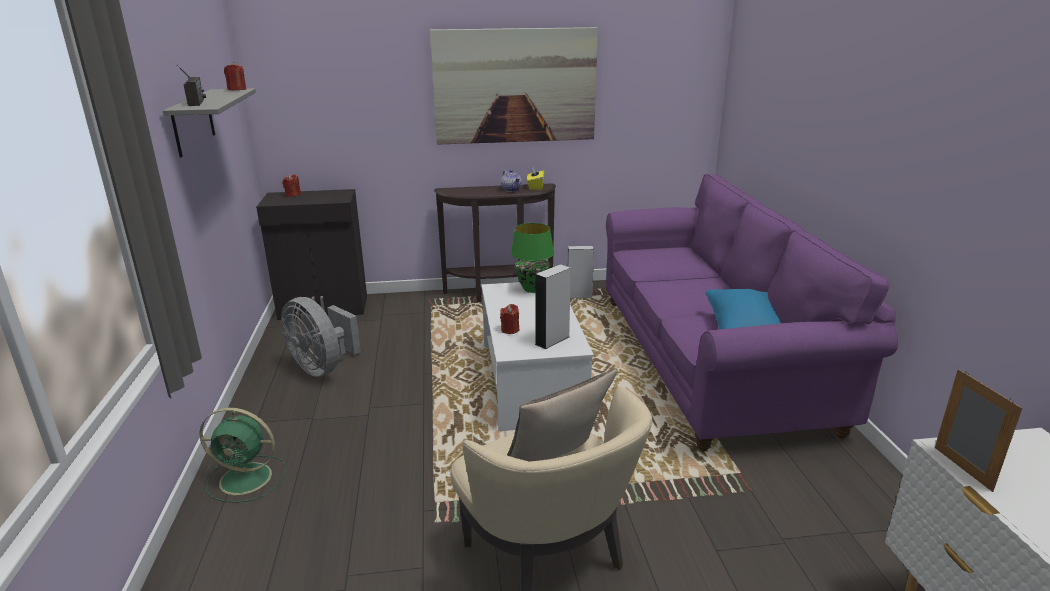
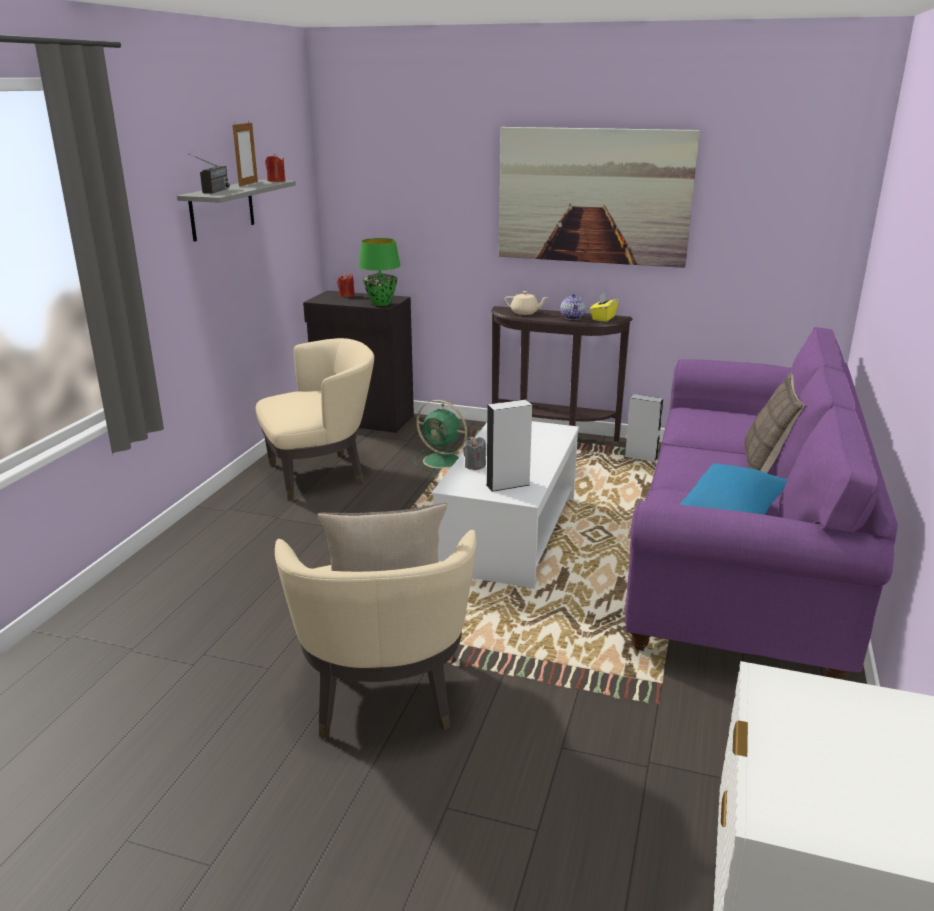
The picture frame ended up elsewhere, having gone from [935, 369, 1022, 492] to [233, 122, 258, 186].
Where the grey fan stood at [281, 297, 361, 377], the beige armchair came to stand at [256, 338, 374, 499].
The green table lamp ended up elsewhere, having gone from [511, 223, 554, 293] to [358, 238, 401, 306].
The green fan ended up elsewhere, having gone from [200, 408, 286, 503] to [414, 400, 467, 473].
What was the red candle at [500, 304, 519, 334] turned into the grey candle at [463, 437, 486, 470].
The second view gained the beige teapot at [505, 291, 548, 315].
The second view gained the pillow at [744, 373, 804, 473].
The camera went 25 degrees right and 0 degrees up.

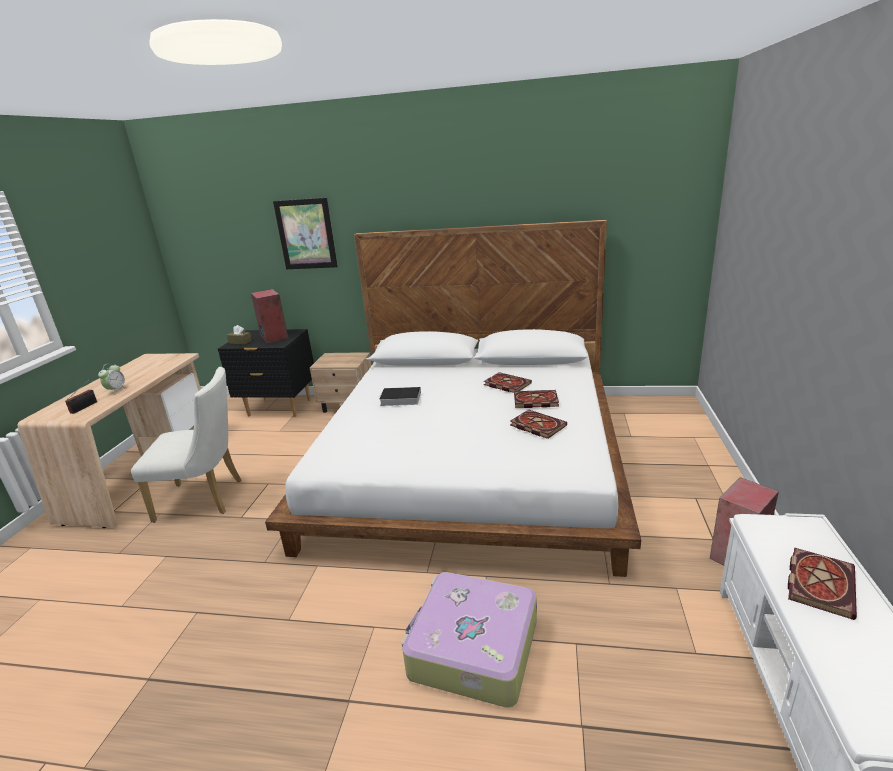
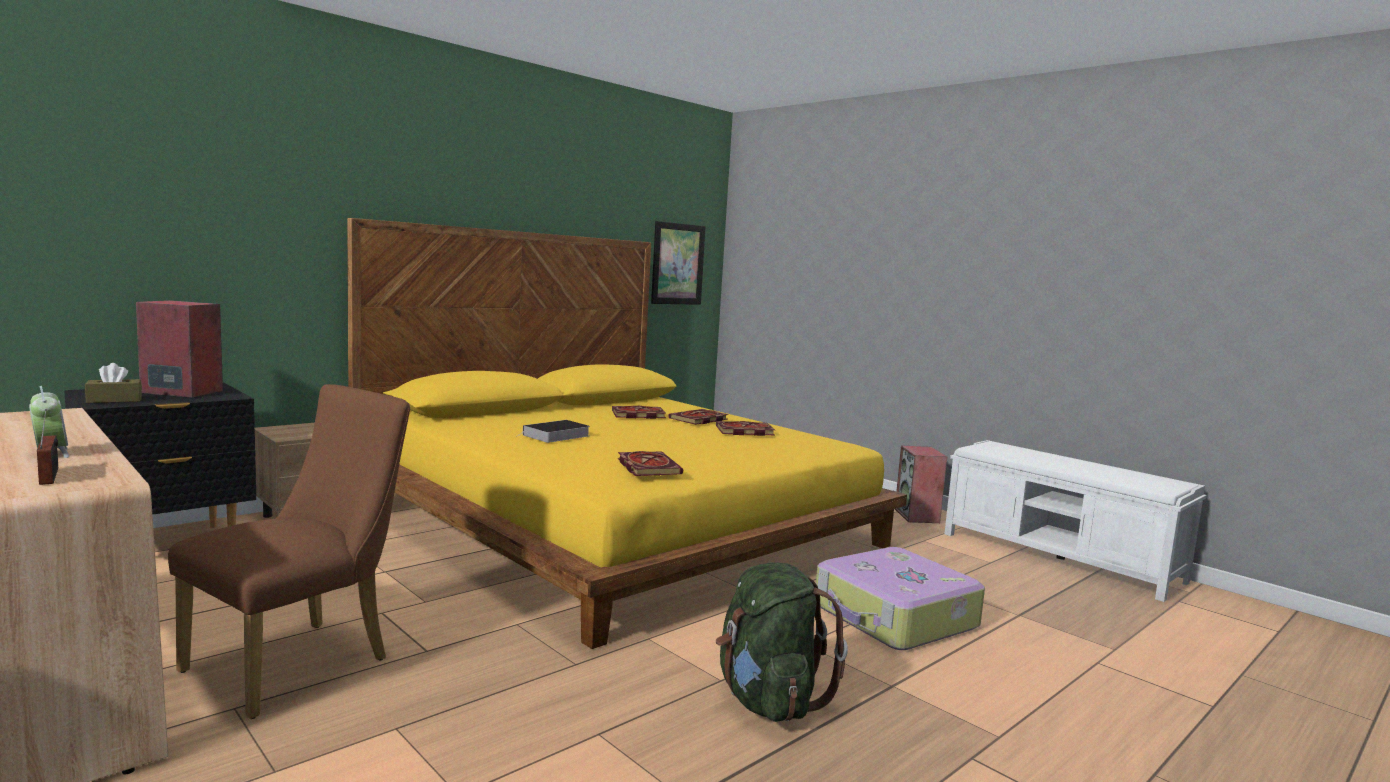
What was the white chair at [131, 367, 242, 523] turned into the brown chair at [168, 384, 410, 719].
What was the white bed at [265, 220, 641, 577] turned into the yellow bed at [347, 218, 907, 649].
The book ended up elsewhere, having gone from [788, 548, 857, 620] to [618, 451, 683, 476].
The picture ended up elsewhere, having gone from [273, 197, 338, 269] to [651, 221, 706, 305].
The second view gained the green backpack at [716, 562, 848, 722].
The camera went 55 degrees left and 15 degrees down.

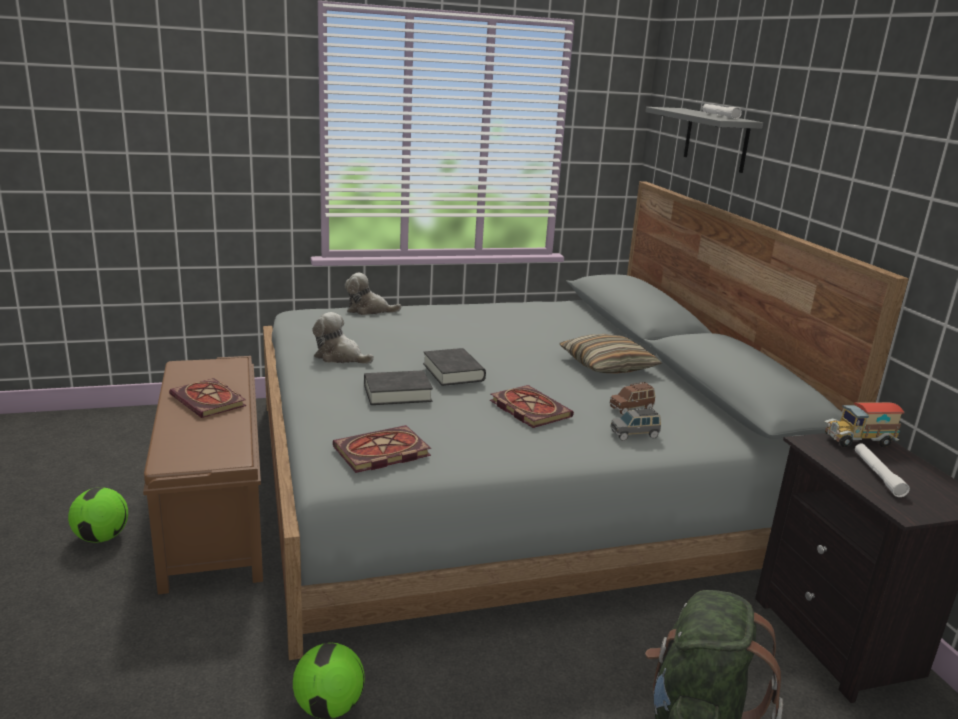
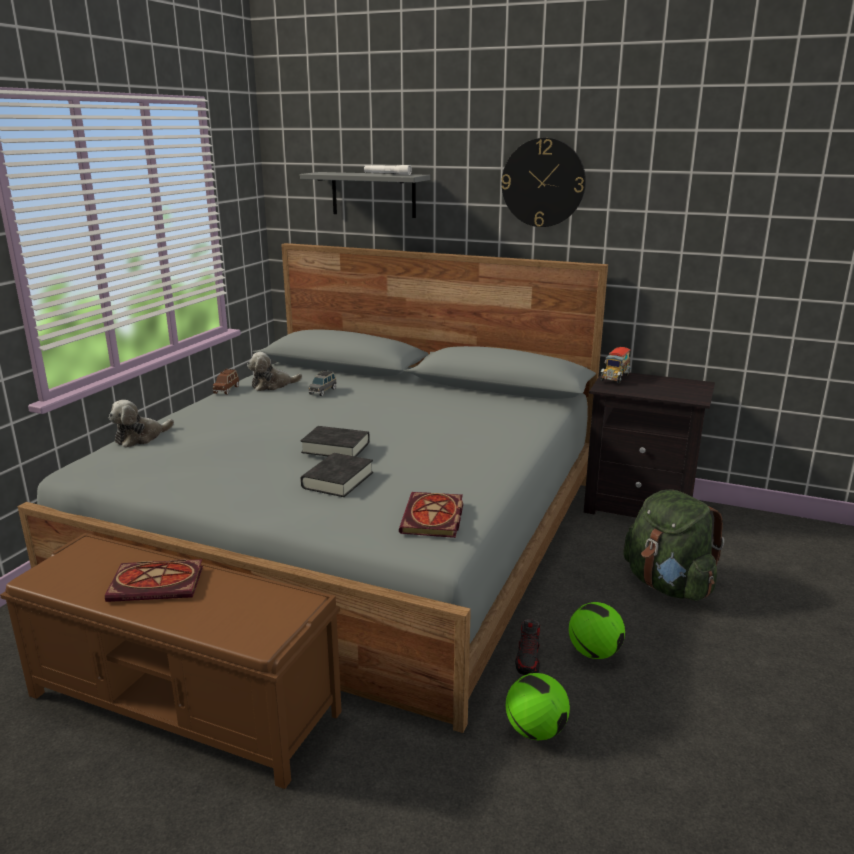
The brown toy car ended up elsewhere, having gone from [609, 382, 655, 415] to [213, 369, 239, 394].
The plush toy ended up elsewhere, having gone from [312, 312, 374, 364] to [247, 352, 302, 391].
The grey toy car ended up elsewhere, having gone from [610, 407, 661, 441] to [308, 370, 337, 396].
The second view gained the wall clock at [502, 138, 586, 227].
The second view gained the shoe at [515, 619, 540, 675].
The football ended up elsewhere, having gone from [68, 487, 128, 543] to [569, 602, 625, 659].
The second view lost the book at [490, 385, 574, 428].
The second view lost the pillow at [560, 334, 662, 374].
The second view lost the white flashlight at [855, 443, 910, 497].
The camera went 50 degrees left and 0 degrees up.

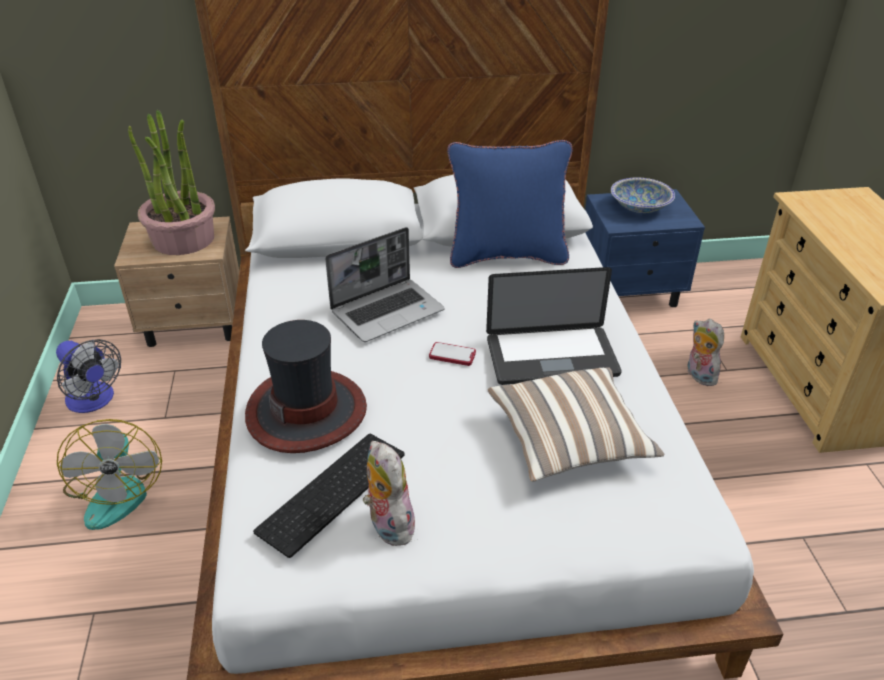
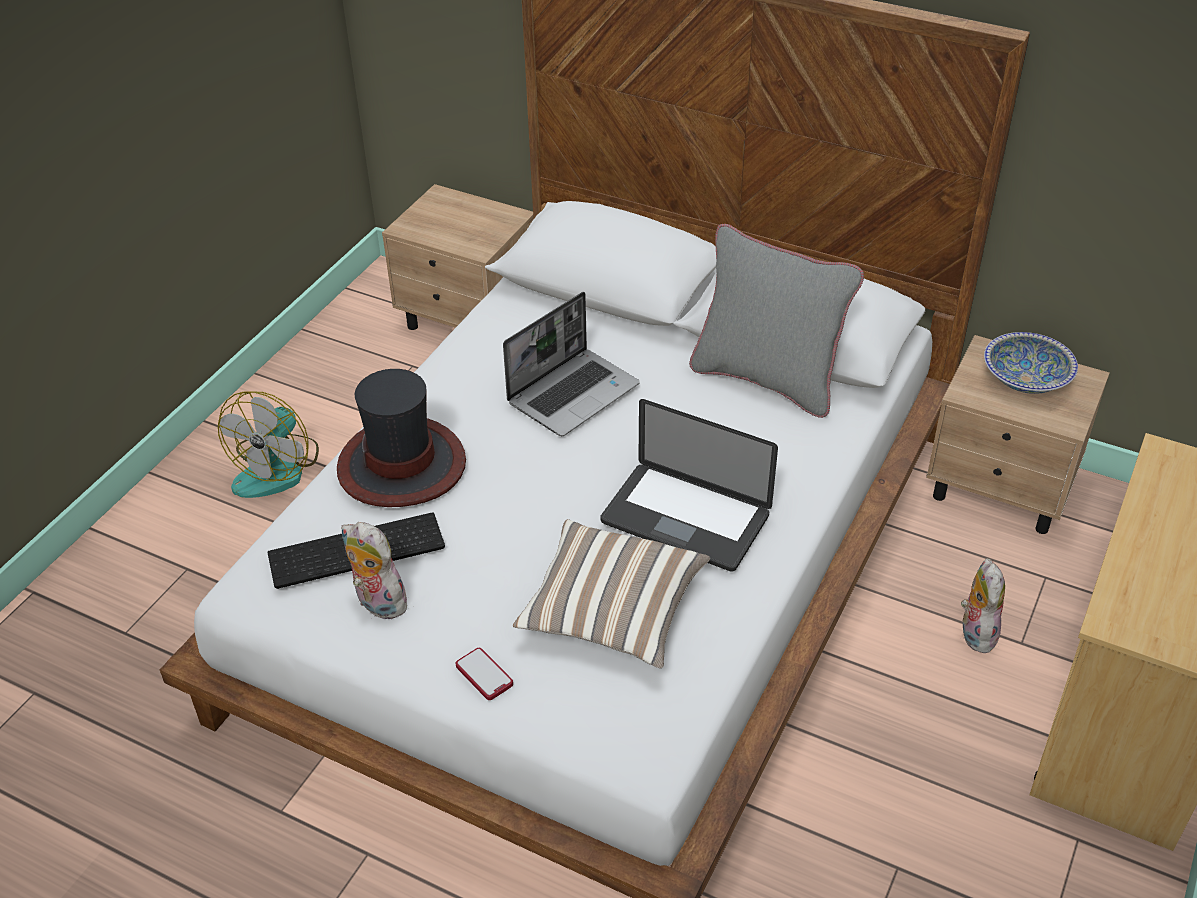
The plush toy at [362, 441, 417, 546] ended up facing another way, 60 degrees counterclockwise from before.
The phone ended up elsewhere, having gone from [429, 342, 476, 366] to [456, 648, 513, 700].
The laptop at [325, 227, 444, 342] ended up facing another way, 45 degrees counterclockwise from before.
What was the blue pillow at [448, 140, 573, 268] turned into the grey pillow at [689, 224, 864, 418].
What was the blue nightstand at [585, 189, 705, 307] turned into the beige nightstand at [926, 335, 1110, 534].
The second view lost the fan at [56, 339, 121, 413].
The second view lost the potted plant at [128, 110, 215, 255].
The camera went 35 degrees right and 5 degrees up.

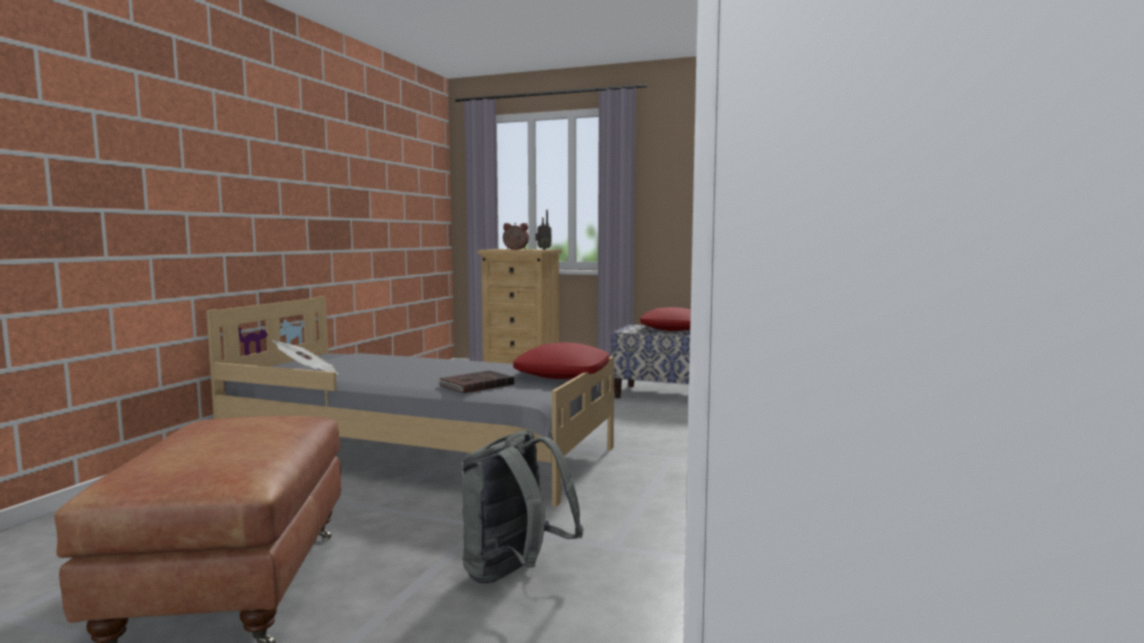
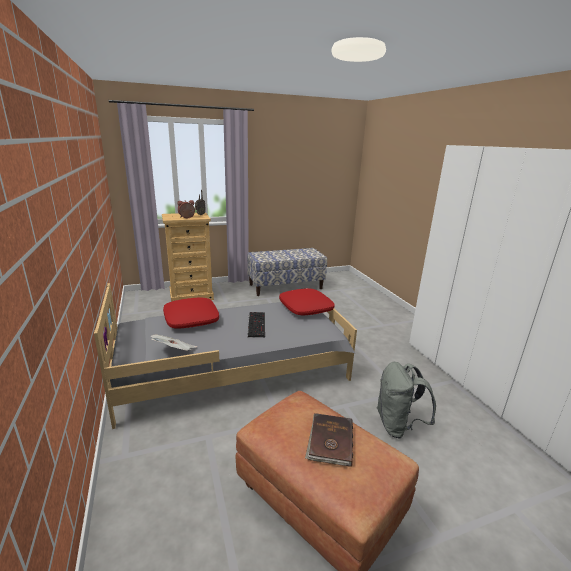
The red pillow ended up elsewhere, having gone from [640, 307, 691, 331] to [163, 297, 219, 328].
The second view gained the keyboard at [247, 312, 265, 337].
The brown book ended up elsewhere, having gone from [438, 370, 514, 393] to [305, 413, 353, 467].
The camera went 40 degrees left and 15 degrees up.

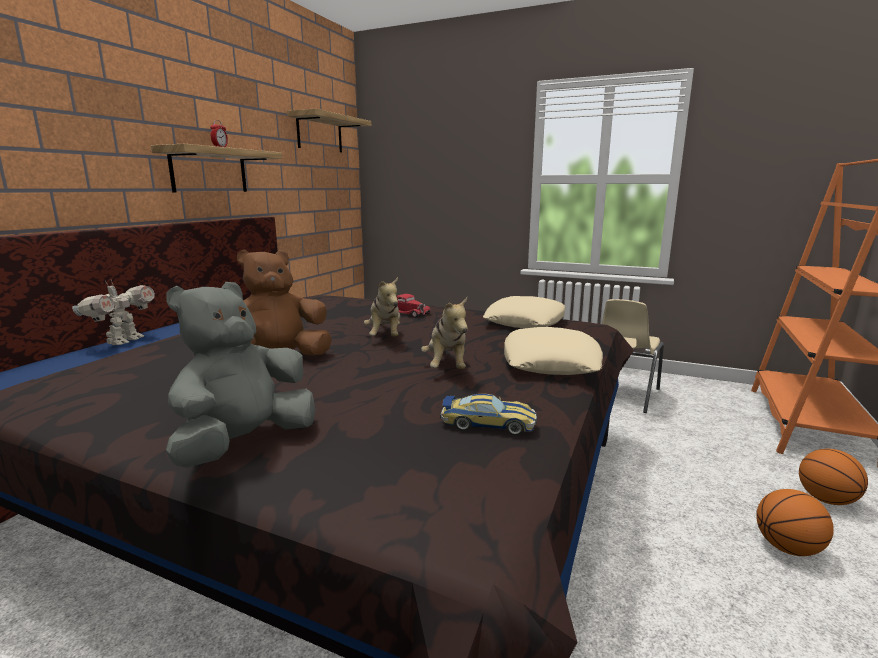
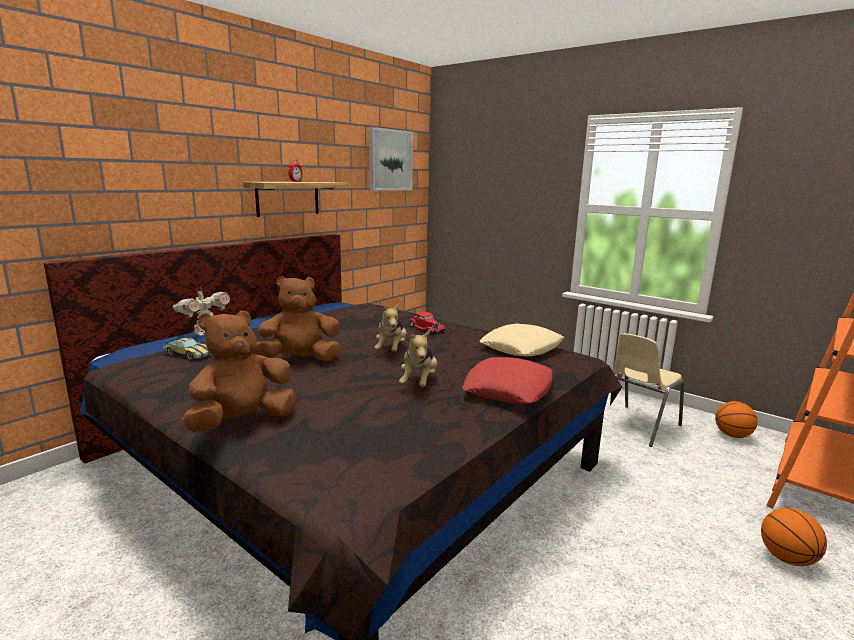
The toy car ended up elsewhere, having gone from [440, 394, 537, 435] to [163, 338, 211, 360].
What was the grey plush toy at [166, 282, 315, 468] turned into the brown plush toy at [182, 310, 296, 432].
Where the shelf hung at [287, 108, 371, 152], the picture came to hang at [369, 127, 413, 191].
What was the beige pillow at [504, 327, 603, 375] turned into the red pillow at [462, 357, 553, 404].
The basketball ended up elsewhere, having gone from [756, 489, 834, 556] to [715, 401, 758, 438].
The camera went 15 degrees right and 0 degrees up.

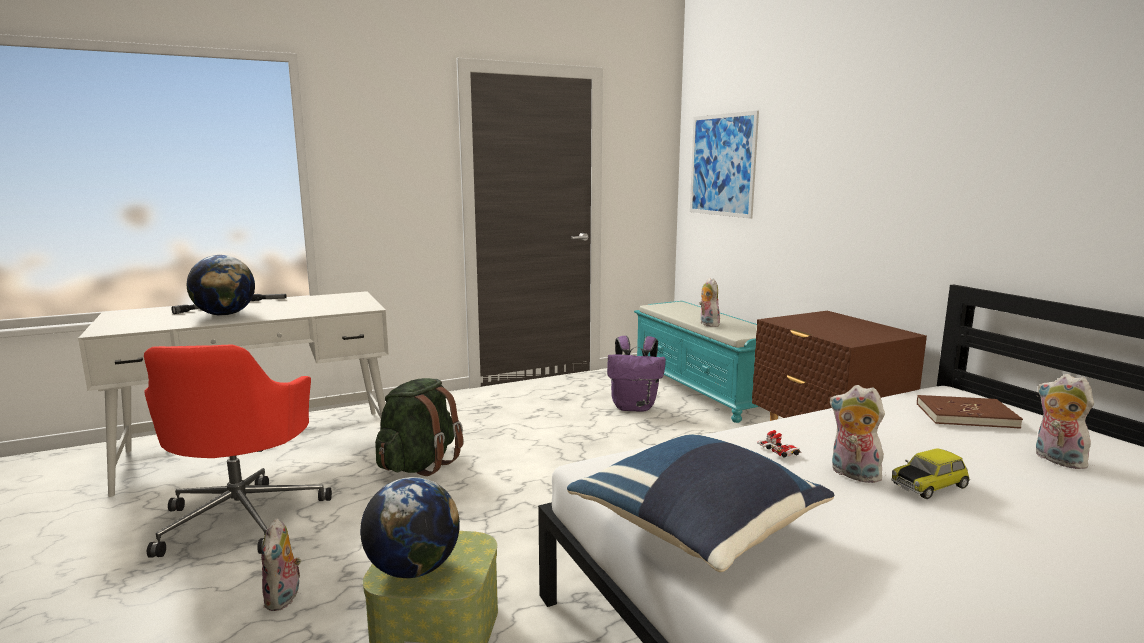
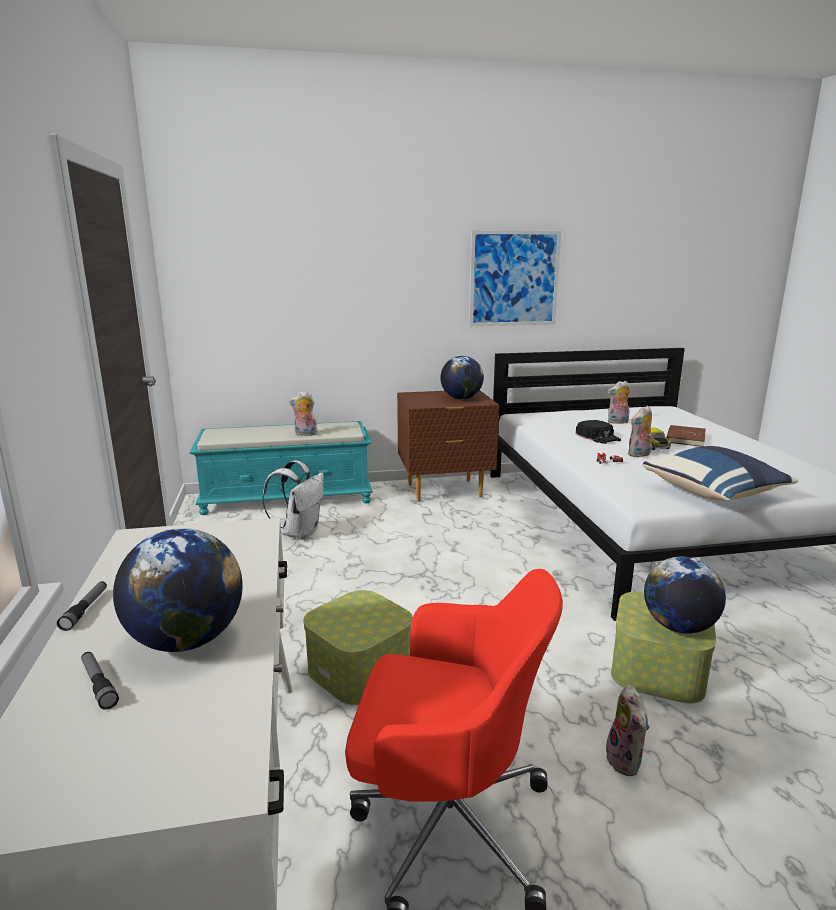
What was the purple backpack at [607, 336, 666, 411] turned into the white backpack at [262, 461, 324, 540].
Where the green backpack stood at [375, 378, 463, 476], the storage box came to stand at [303, 590, 413, 705].
The second view gained the globe at [440, 356, 484, 399].
The picture ended up elsewhere, having gone from [690, 110, 759, 219] to [469, 230, 561, 326].
The second view gained the black cap at [576, 420, 621, 444].
The plush toy at [261, 518, 301, 611] ended up facing another way, 75 degrees clockwise from before.
The brown book ended up elsewhere, having gone from [917, 395, 1023, 429] to [666, 425, 706, 447].
The camera went 75 degrees left and 5 degrees up.

